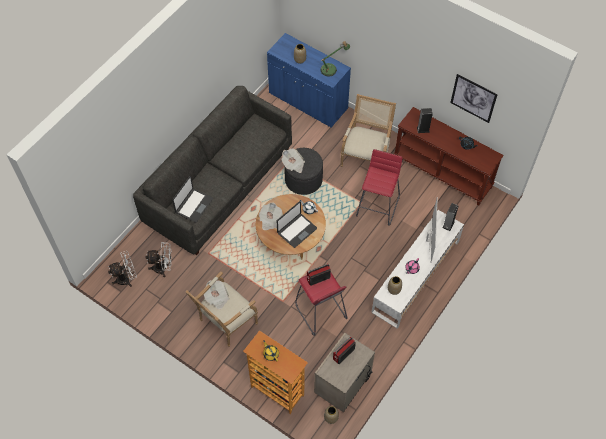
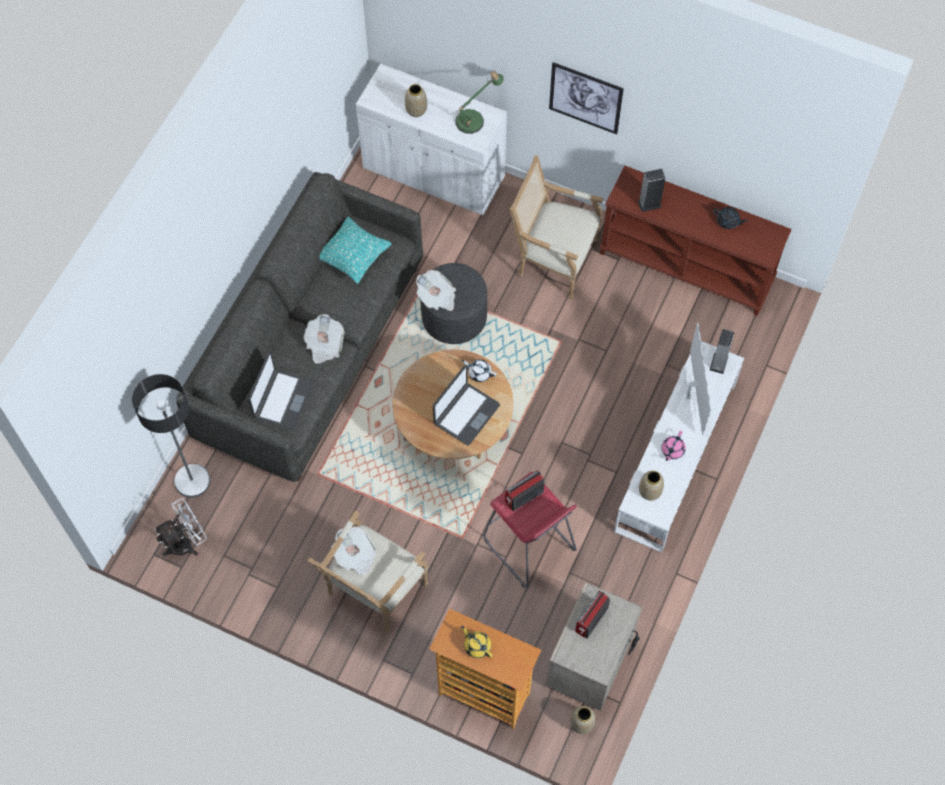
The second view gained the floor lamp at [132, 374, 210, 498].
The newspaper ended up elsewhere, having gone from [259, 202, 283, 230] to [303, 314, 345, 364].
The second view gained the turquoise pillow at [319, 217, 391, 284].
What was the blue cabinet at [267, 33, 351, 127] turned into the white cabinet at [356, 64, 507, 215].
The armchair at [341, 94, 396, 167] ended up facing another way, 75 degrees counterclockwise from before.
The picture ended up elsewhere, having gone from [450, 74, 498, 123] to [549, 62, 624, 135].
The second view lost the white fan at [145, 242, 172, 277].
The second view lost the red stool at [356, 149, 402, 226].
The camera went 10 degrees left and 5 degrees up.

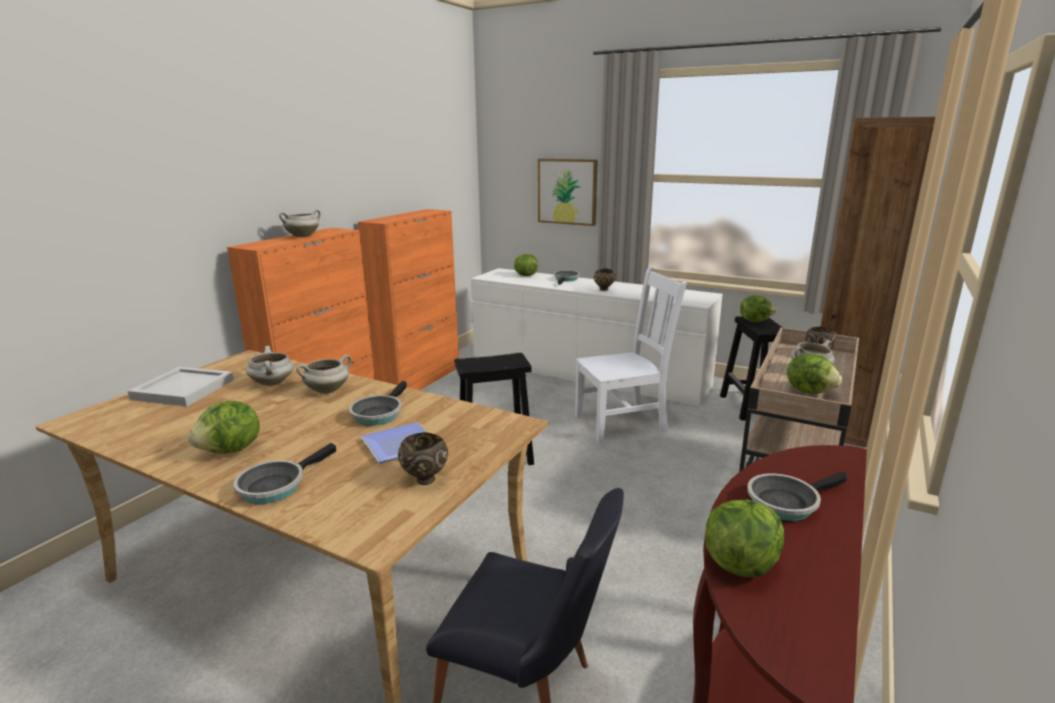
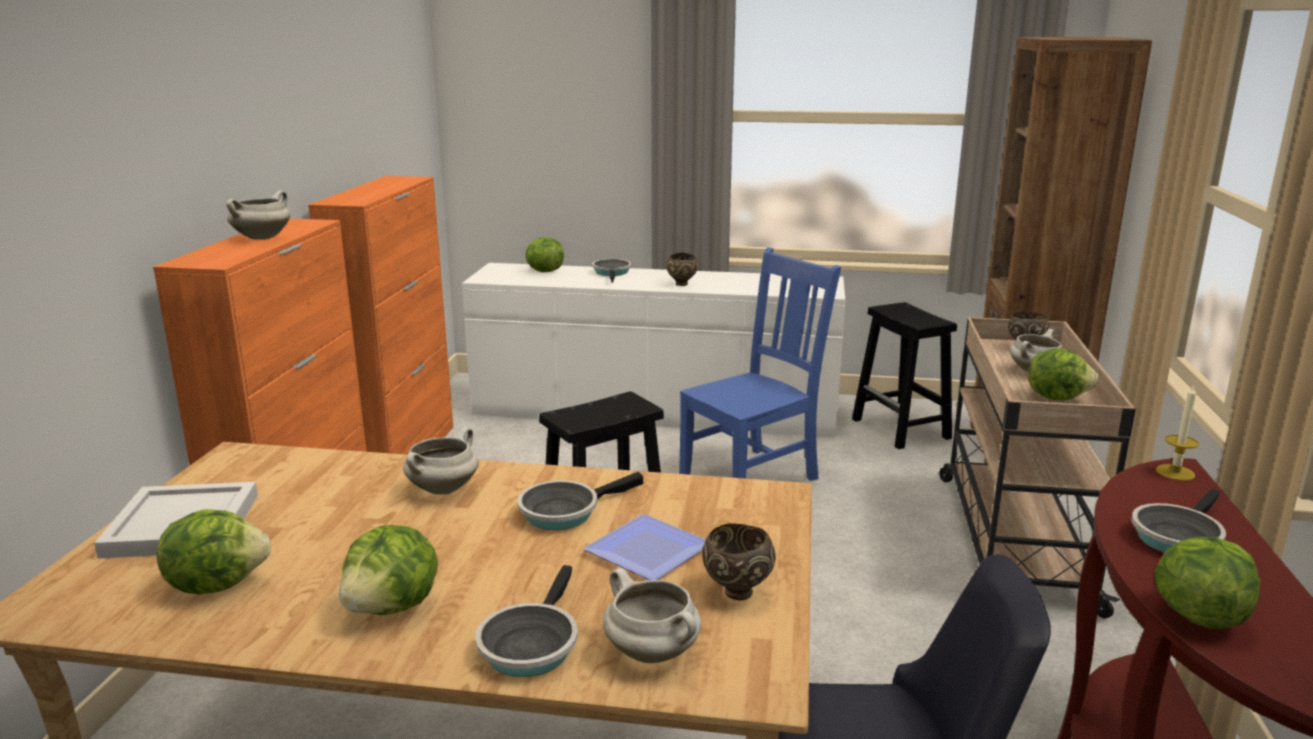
The lettuce ended up elsewhere, having gone from [740, 295, 776, 322] to [157, 509, 271, 594].
The frying pan at [349, 381, 407, 426] ended up facing another way, 60 degrees clockwise from before.
The white cooking pot ended up elsewhere, having gone from [246, 346, 294, 386] to [603, 568, 702, 663].
What was the white chair at [575, 267, 687, 443] turned into the blue chair at [679, 247, 841, 481].
The second view gained the candle at [1156, 384, 1199, 481].
The second view lost the picture at [538, 159, 598, 226].
The camera went 20 degrees left and 0 degrees up.

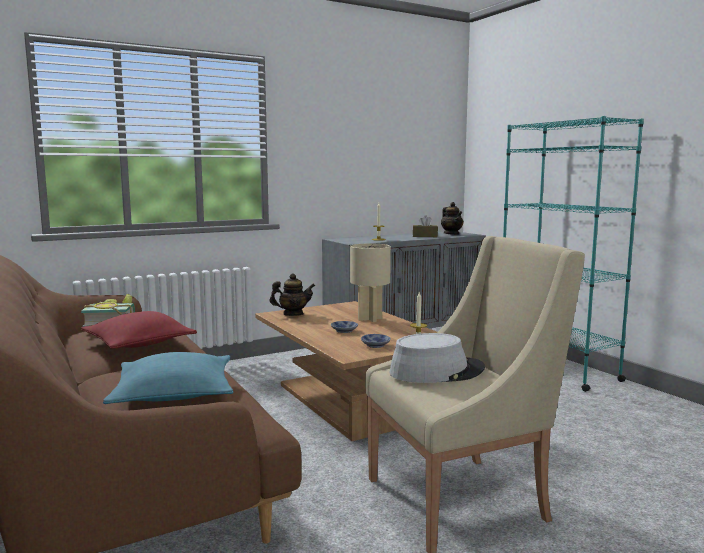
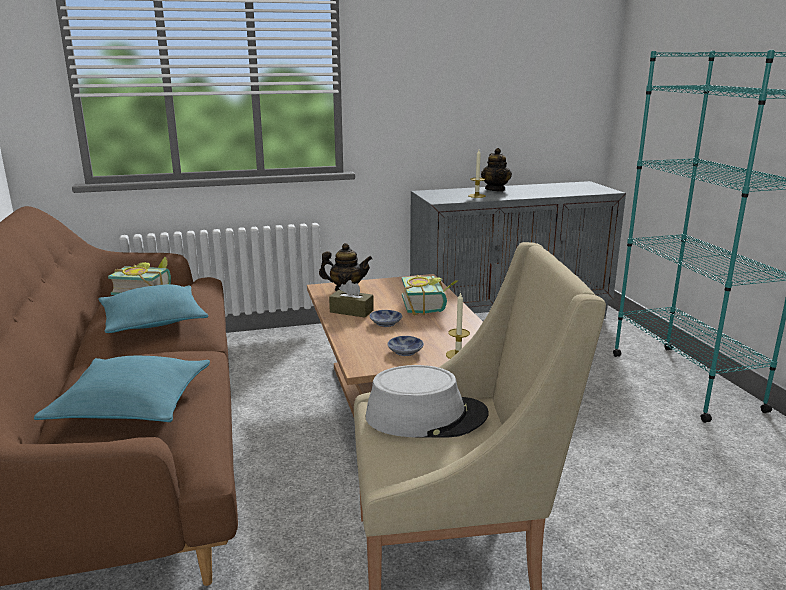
What was the red pillow at [81, 311, 197, 349] turned into the turquoise pillow at [98, 284, 208, 333].
The brown tissue box ended up elsewhere, having gone from [413, 215, 438, 237] to [329, 280, 374, 318].
Where the beige table lamp stood at [350, 244, 391, 322], the book came to stand at [402, 275, 458, 315].
The teapot ended up elsewhere, having gone from [441, 202, 463, 235] to [481, 148, 512, 192].
The camera went 15 degrees right and 10 degrees up.

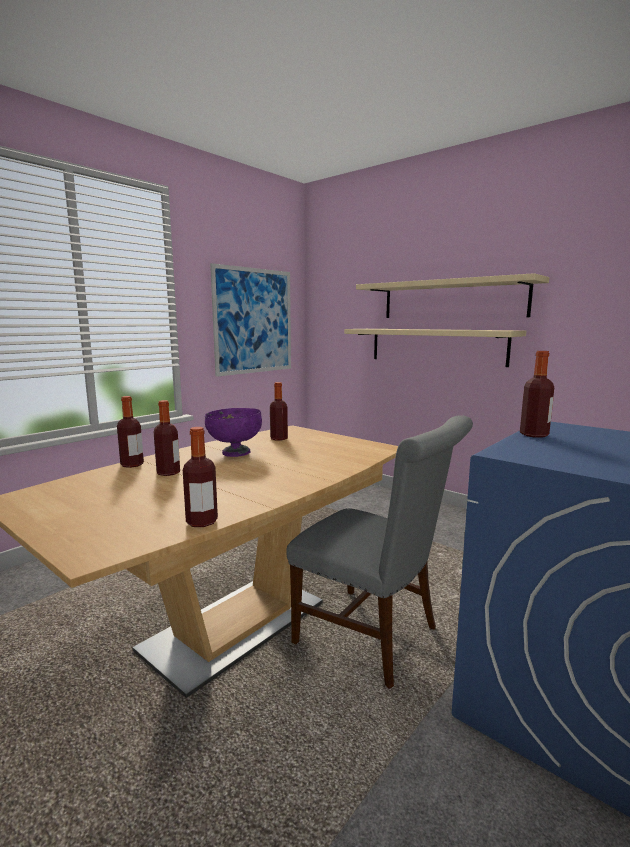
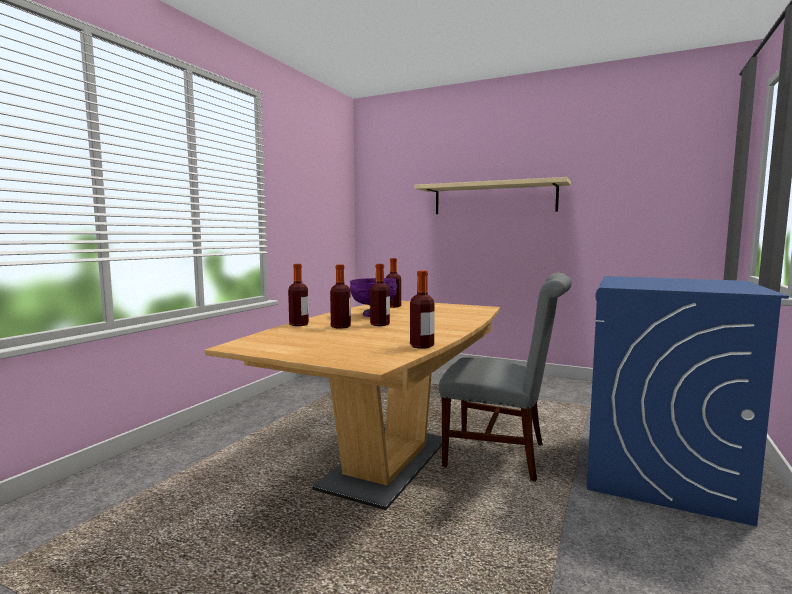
The bottle ended up elsewhere, having gone from [520, 351, 554, 438] to [370, 264, 390, 326].
The second view lost the picture at [210, 263, 291, 377].
The second view lost the beige shelf at [344, 329, 526, 367].
The camera went 15 degrees left and 5 degrees down.

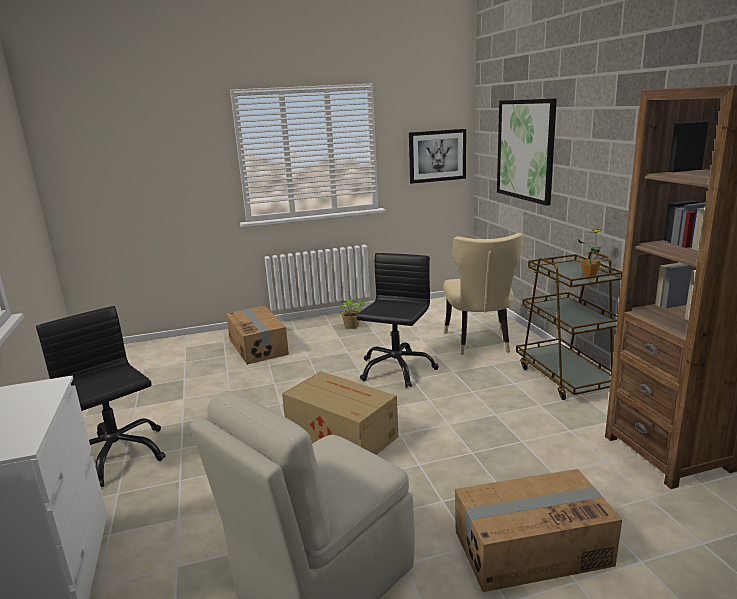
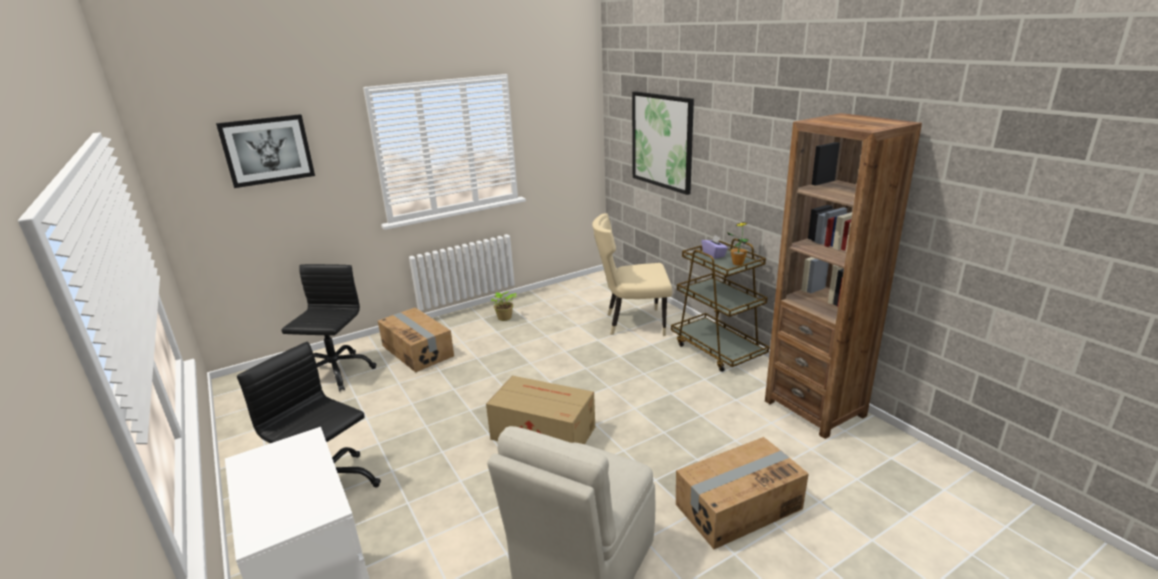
The picture ended up elsewhere, having gone from [409, 129, 466, 184] to [216, 114, 315, 188].
The black office chair ended up elsewhere, having gone from [356, 253, 438, 388] to [281, 264, 377, 391].
The beige chair at [443, 233, 523, 355] ended up facing another way, 105 degrees clockwise from before.
The second view gained the purple tissue box at [701, 235, 728, 259].
The camera went 15 degrees left and 5 degrees up.

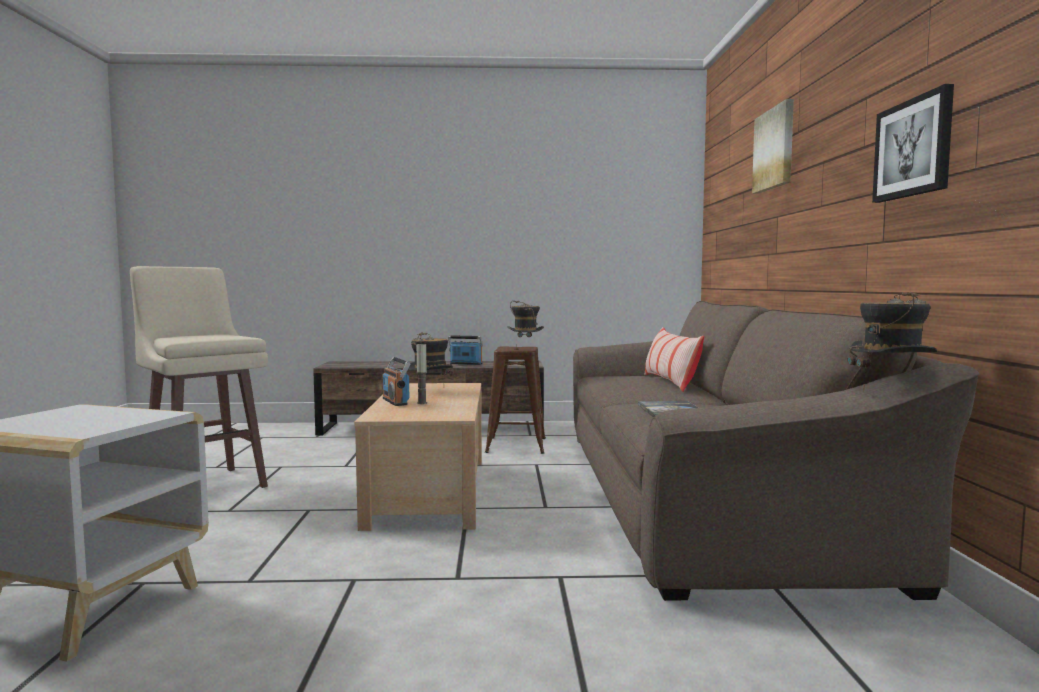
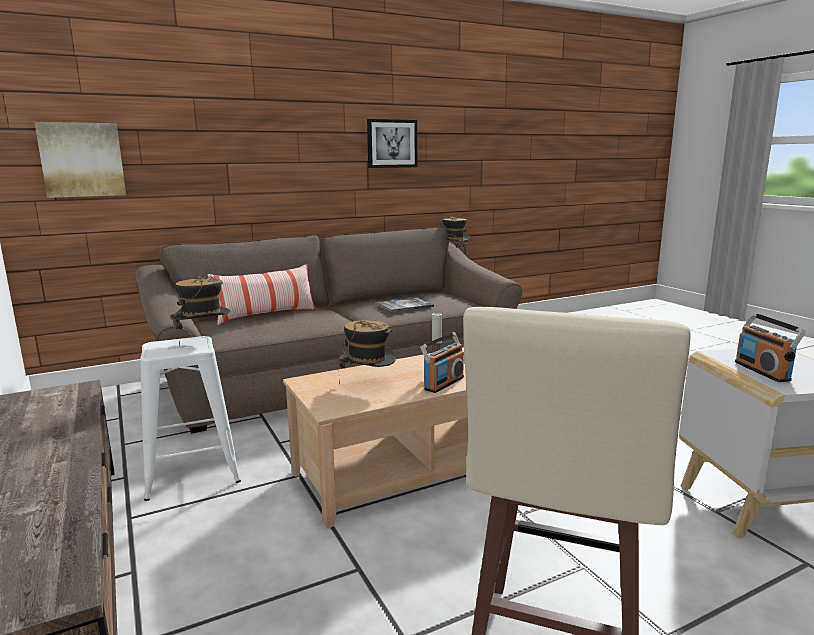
The picture ended up elsewhere, having gone from [752, 99, 794, 194] to [35, 122, 126, 198].
What was the brown stool at [485, 346, 546, 454] turned into the white stool at [140, 336, 241, 501].
The radio ended up elsewhere, having gone from [448, 335, 483, 365] to [735, 313, 806, 382].
The camera went 115 degrees left and 10 degrees up.

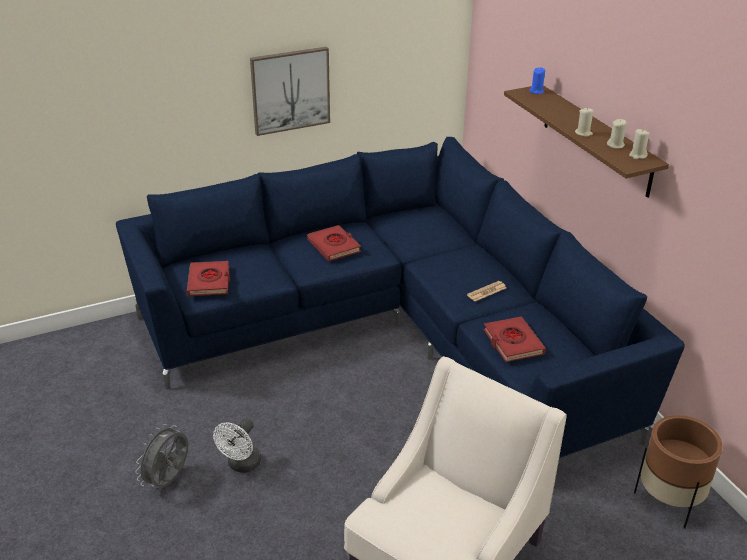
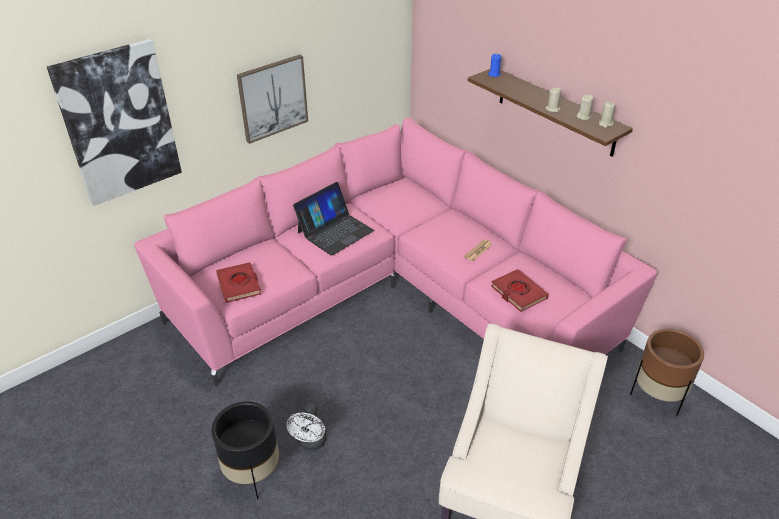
The second view gained the picture at [47, 39, 182, 206].
What was the blue sofa at [116, 137, 685, 458] turned into the pink sofa at [134, 118, 657, 387].
Where the grey fan stood at [135, 424, 188, 488], the black planter came to stand at [212, 401, 279, 499].
Where the red book stood at [307, 225, 361, 261], the laptop came to stand at [293, 182, 374, 256].
The camera went 15 degrees left and 5 degrees up.

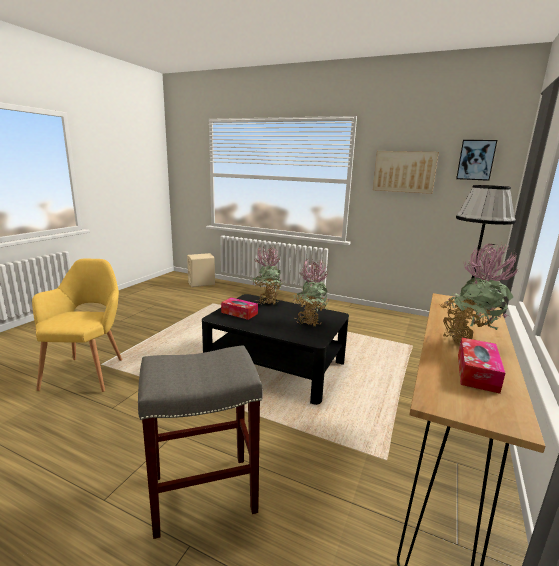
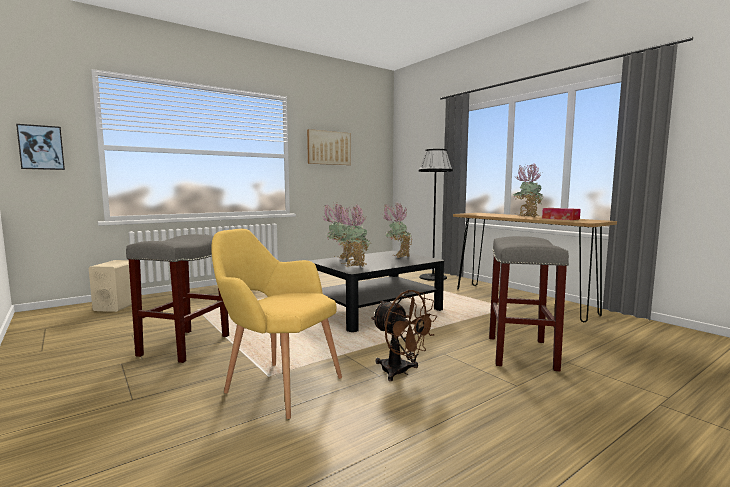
The picture ended up elsewhere, having gone from [456, 140, 497, 181] to [16, 124, 65, 170].
The second view gained the grey stool at [126, 234, 229, 363].
Where the tissue box stood at [221, 297, 258, 320], the potted plant came to stand at [338, 204, 370, 267].
The second view gained the brown fan at [371, 290, 437, 381].
The camera went 60 degrees left and 10 degrees down.

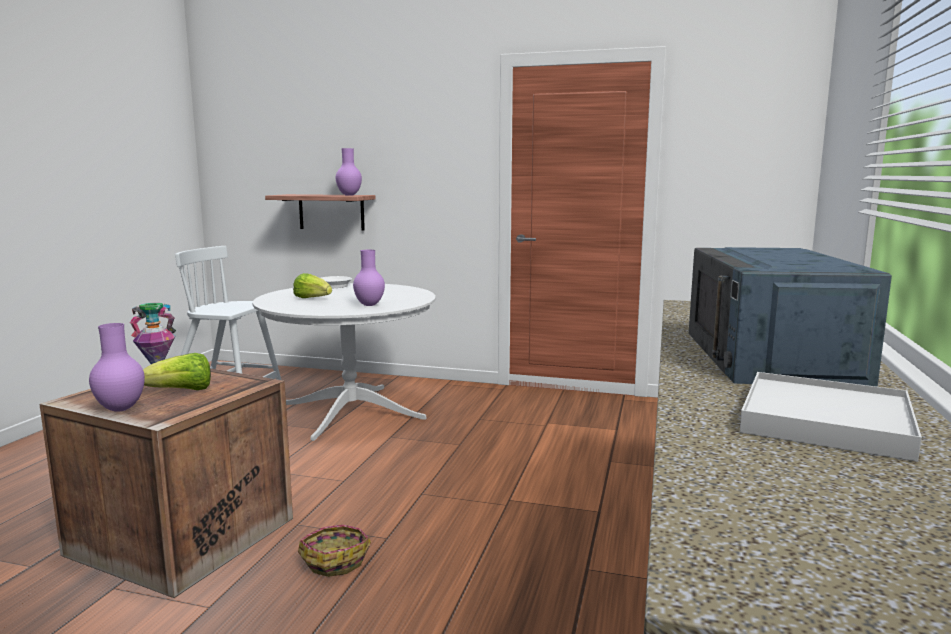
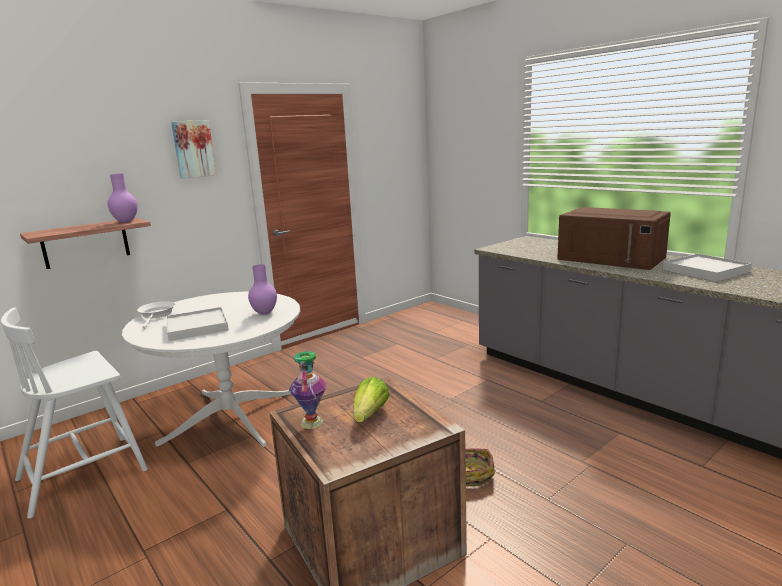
Where the lettuce stood at [293, 273, 332, 298], the white tray came to stand at [166, 307, 229, 341].
The second view gained the picture at [171, 120, 217, 178].
What was the blue microwave at [689, 247, 892, 387] turned into the brown microwave at [557, 207, 671, 270].
The second view lost the purple vase at [89, 323, 145, 412].
The camera went 55 degrees left and 5 degrees up.

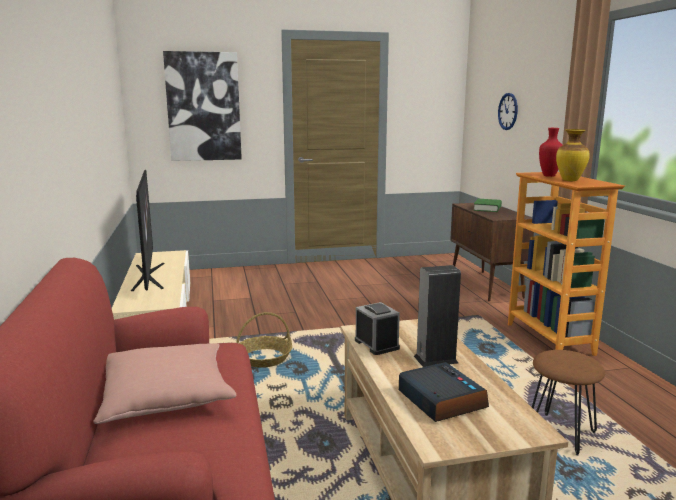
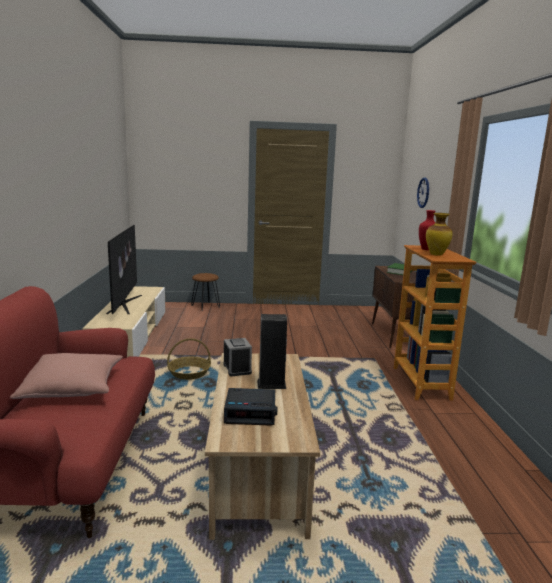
The brown stool ended up elsewhere, having gone from [532, 350, 605, 455] to [191, 273, 220, 311].
The alarm clock at [399, 362, 489, 422] ended up facing another way, 105 degrees clockwise from before.
The second view lost the picture at [163, 51, 242, 161].
The camera went 10 degrees right and 0 degrees up.

